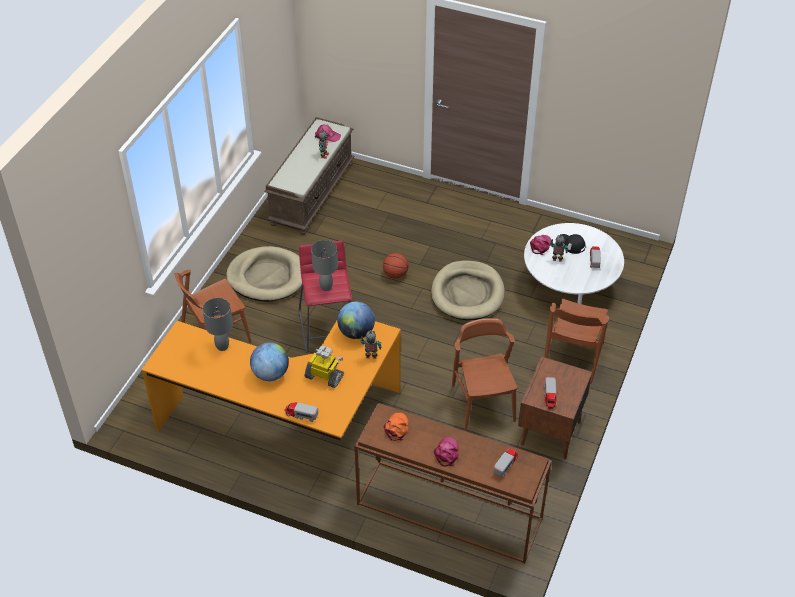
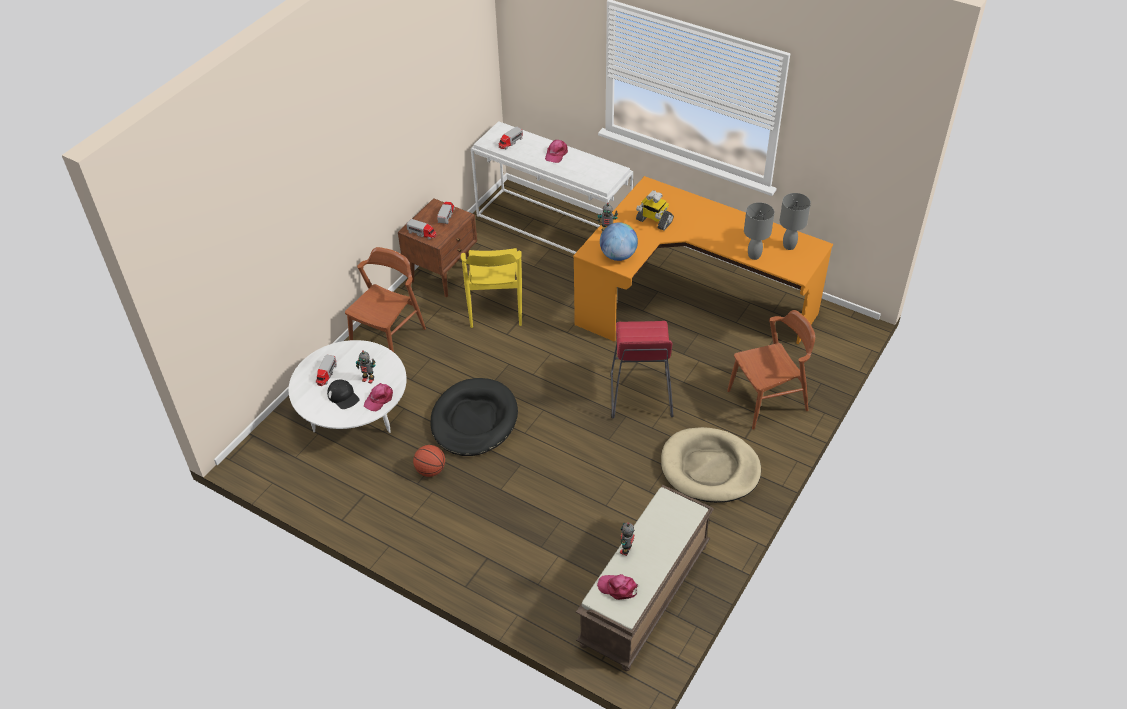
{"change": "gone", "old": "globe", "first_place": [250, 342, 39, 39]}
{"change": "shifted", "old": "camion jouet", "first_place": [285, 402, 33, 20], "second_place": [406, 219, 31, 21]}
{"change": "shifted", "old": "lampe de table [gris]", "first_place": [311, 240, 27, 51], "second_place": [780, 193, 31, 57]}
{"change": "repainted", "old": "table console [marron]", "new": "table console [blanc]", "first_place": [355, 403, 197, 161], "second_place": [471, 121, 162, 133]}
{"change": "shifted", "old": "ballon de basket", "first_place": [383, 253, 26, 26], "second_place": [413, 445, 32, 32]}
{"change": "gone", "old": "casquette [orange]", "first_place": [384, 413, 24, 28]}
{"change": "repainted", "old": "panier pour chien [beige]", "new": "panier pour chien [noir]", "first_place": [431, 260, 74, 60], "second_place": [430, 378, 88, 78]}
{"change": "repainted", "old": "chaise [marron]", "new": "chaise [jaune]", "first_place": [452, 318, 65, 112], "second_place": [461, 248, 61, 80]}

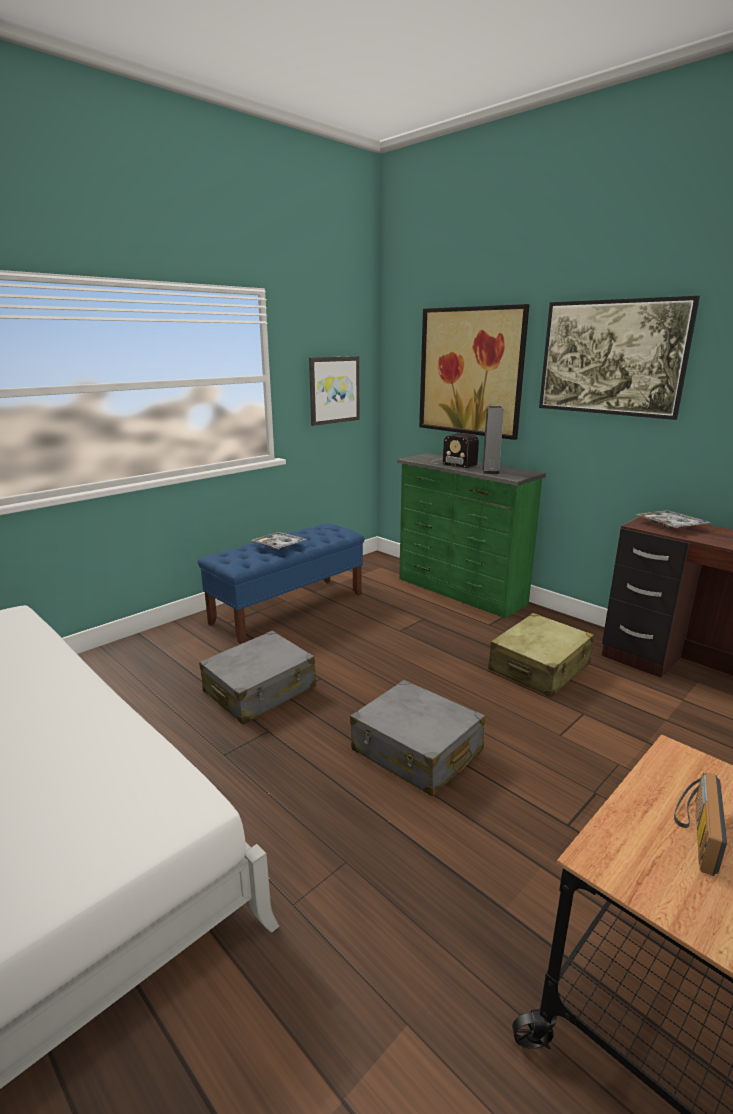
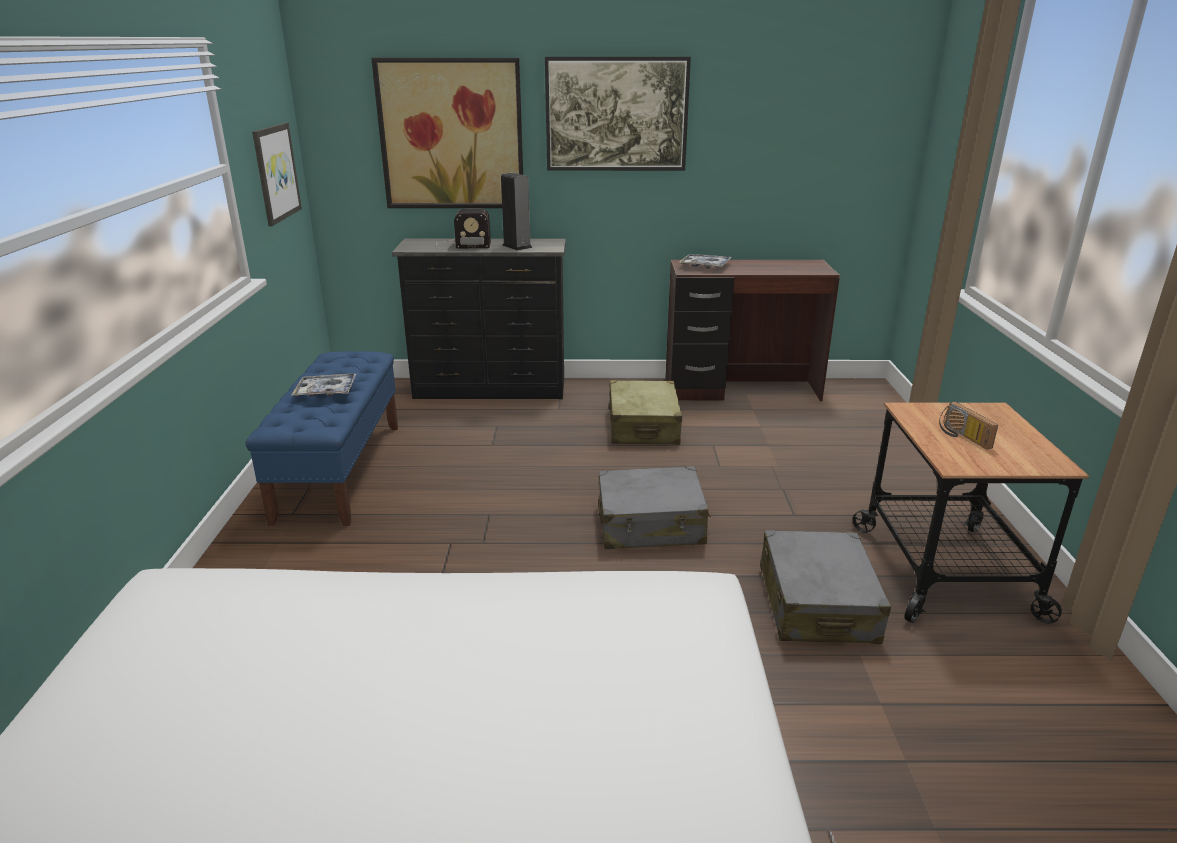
{"change": "shifted", "old": "valise [gris]", "first_place": [199, 631, 117, 93], "second_place": [760, 530, 131, 114]}
{"change": "repainted", "old": "commode [vert]", "new": "commode [noir]", "first_place": [397, 453, 149, 165], "second_place": [392, 239, 174, 160]}

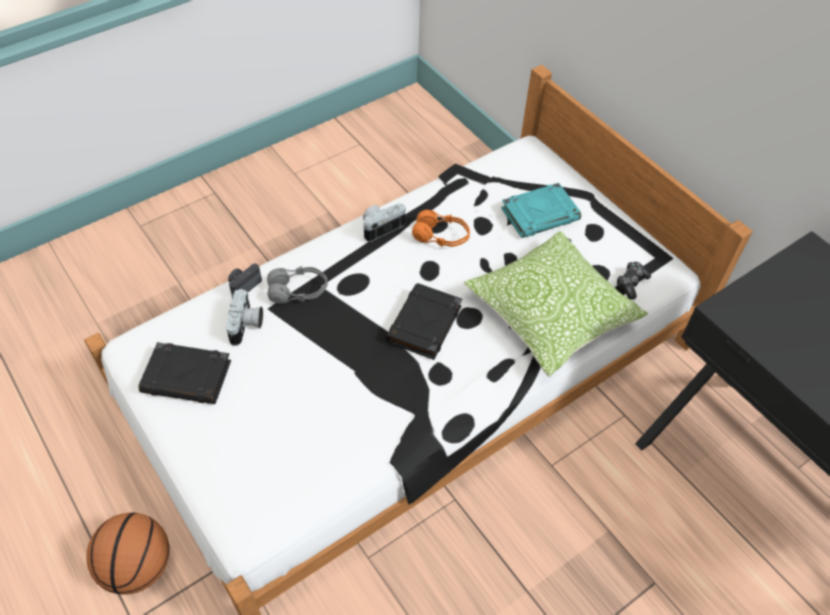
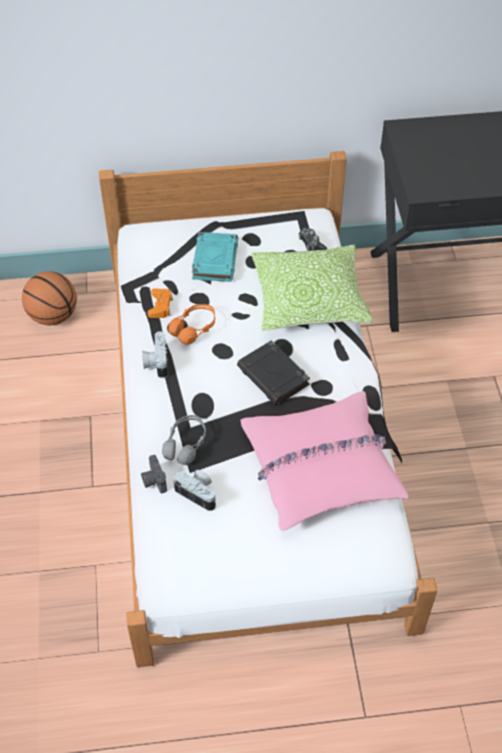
{"change": "shifted", "old": "ballon de basket", "first_place": [86, 513, 84, 81], "second_place": [22, 271, 55, 54]}
{"change": "gone", "old": "livre [noir]", "first_place": [139, 342, 92, 62]}
{"change": "new", "new": "manette [orange]", "second_place": [148, 288, 25, 30]}
{"change": "new", "new": "coussin [rose]", "second_place": [240, 391, 169, 140]}

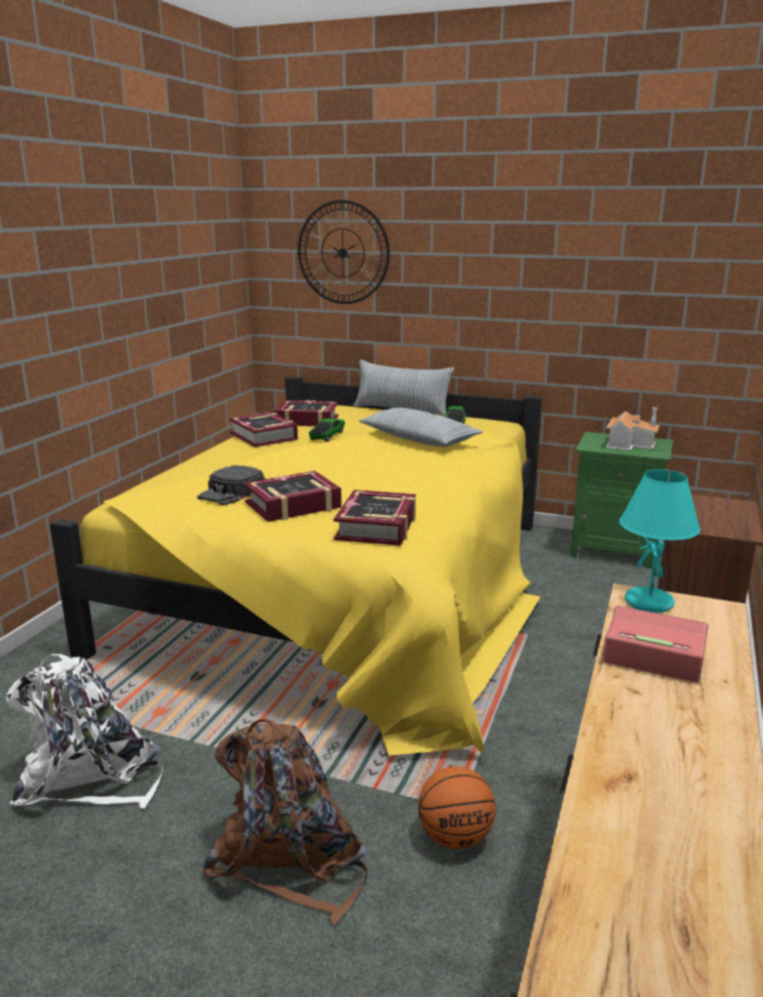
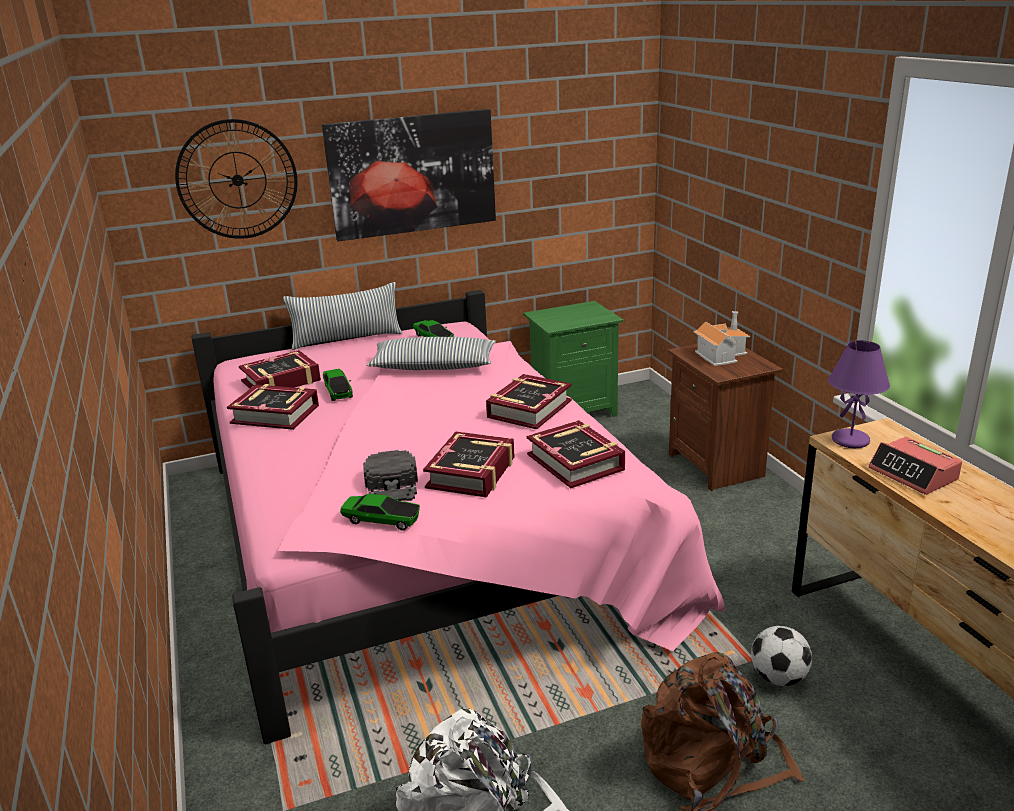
{"change": "repainted", "old": "lit [jaune]", "new": "lit [rose]", "first_place": [50, 376, 492, 380], "second_place": [191, 290, 535, 454]}
{"change": "swapped", "old": "ballon de basket", "new": "ballon de foot", "first_place": [418, 766, 78, 83], "second_place": [751, 626, 61, 60]}
{"change": "rotated", "old": "réveil", "first_place": [603, 606, 106, 77], "second_place": [869, 437, 93, 58], "degrees": -105}
{"change": "shifted", "old": "maison miniature", "first_place": [606, 407, 54, 44], "second_place": [693, 311, 57, 55]}
{"change": "repainted", "old": "lampe de table [turquoise]", "new": "lampe de table [violet]", "first_place": [619, 469, 81, 144], "second_place": [828, 340, 62, 108]}
{"change": "new", "new": "tableau", "second_place": [322, 109, 174, 132]}
{"change": "new", "new": "petite voiture", "second_place": [340, 494, 80, 37]}
{"change": "new", "new": "livre", "second_place": [486, 374, 86, 55]}

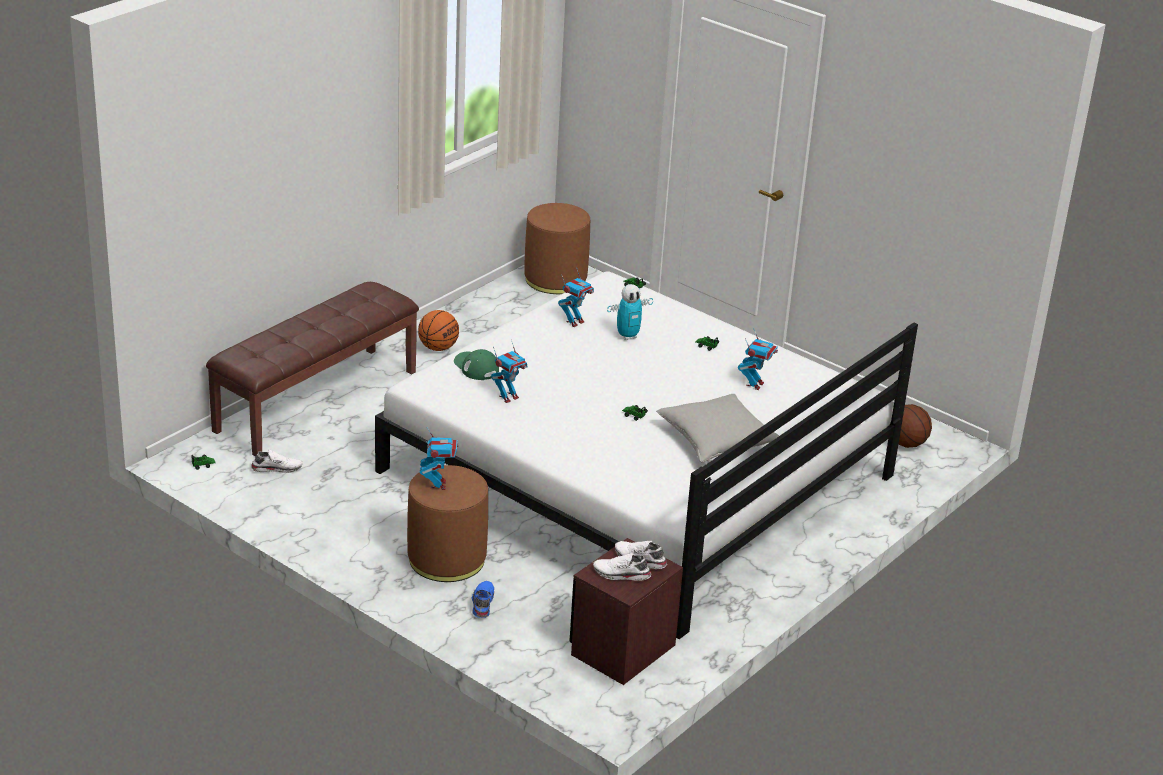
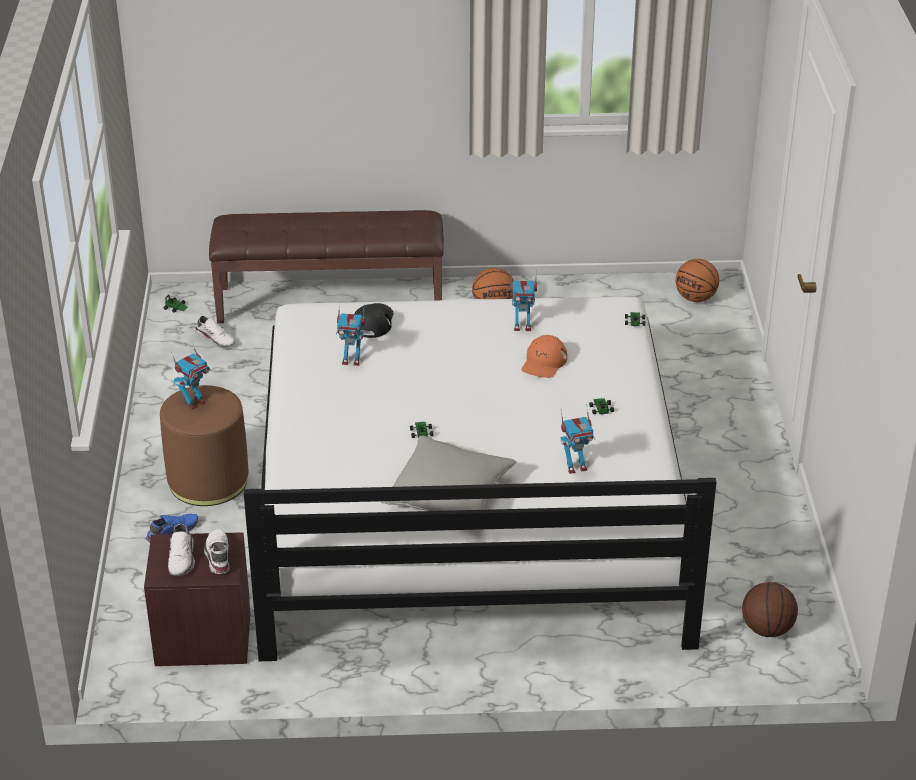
{"change": "repainted", "old": "casquette [vert]", "new": "casquette [noir]", "first_place": [454, 349, 45, 31], "second_place": [355, 303, 38, 35]}
{"change": "swapped", "old": "pouf [marron]", "new": "ballon de basket", "first_place": [524, 203, 66, 91], "second_place": [676, 259, 43, 43]}
{"change": "rotated", "old": "chaussure [blanc]", "first_place": [593, 553, 58, 28], "second_place": [168, 524, 27, 52], "degrees": -150}
{"change": "swapped", "old": "robot jouet", "new": "casquette [orange]", "first_place": [607, 284, 46, 56], "second_place": [521, 335, 46, 43]}

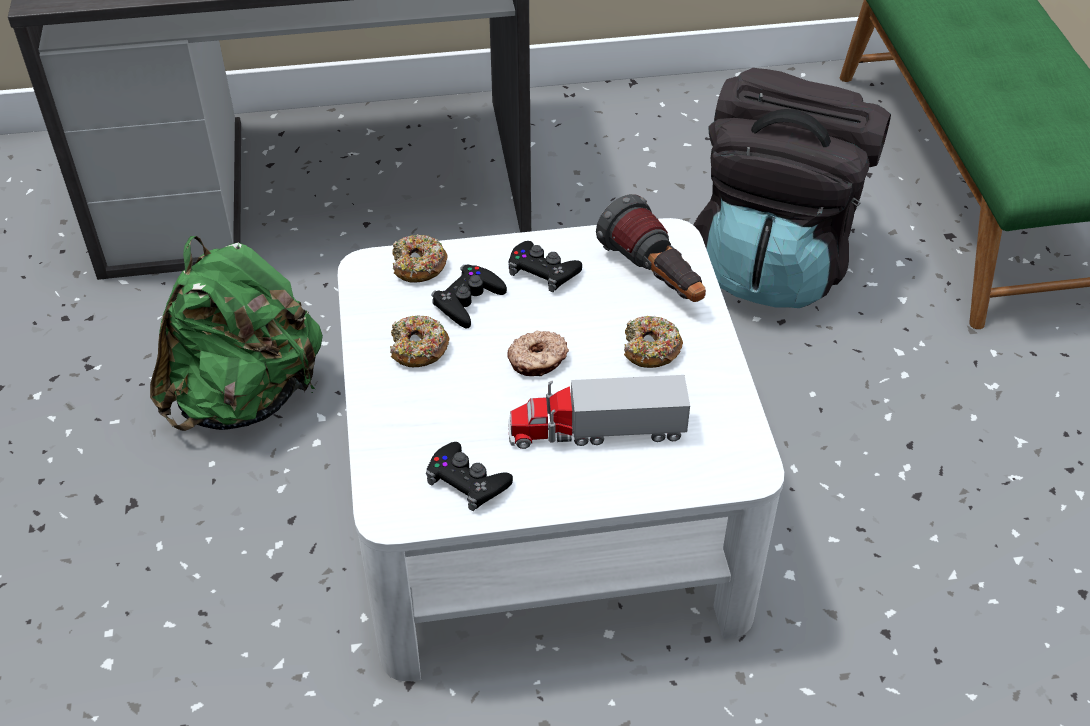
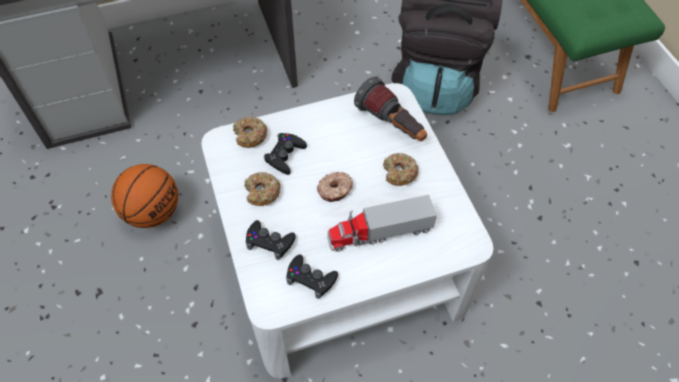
{"change": "swapped", "old": "sac à dos [vert]", "new": "ballon de basket", "first_place": [150, 236, 173, 195], "second_place": [111, 164, 67, 64]}
{"change": "shifted", "old": "manette [noir]", "first_place": [508, 241, 74, 51], "second_place": [246, 220, 50, 40]}

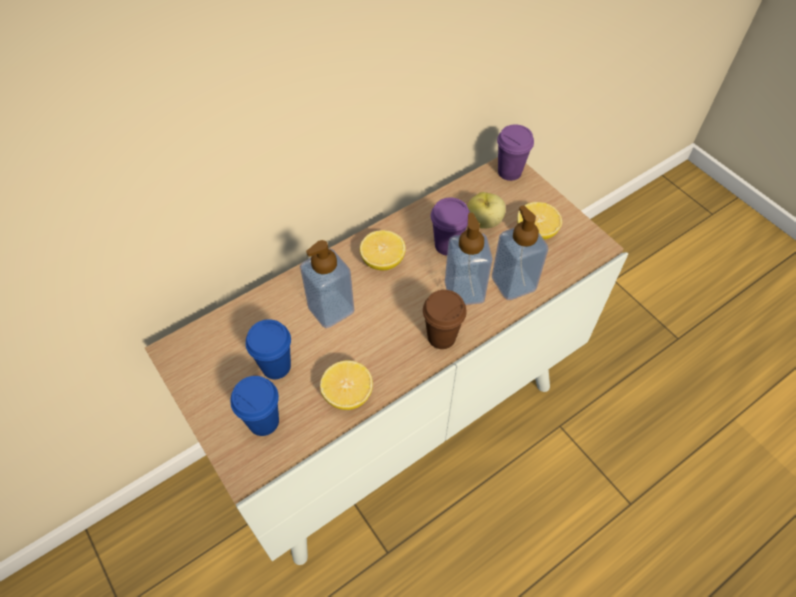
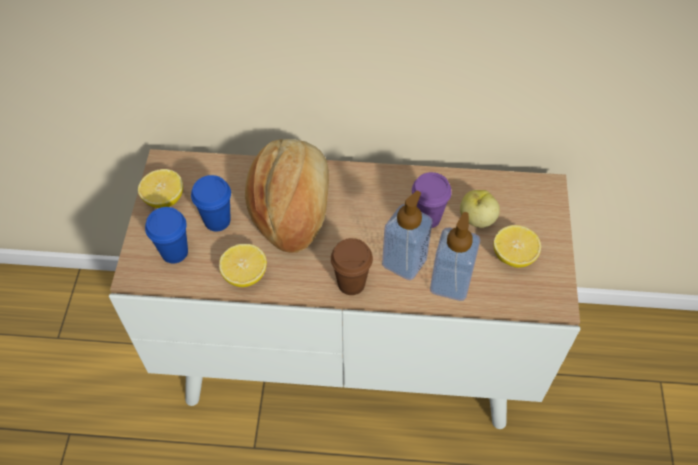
{"change": "swapped", "old": "distributeur de savon", "new": "pain", "first_place": [300, 240, 54, 88], "second_place": [245, 139, 84, 114]}
{"change": "shifted", "old": "citron", "first_place": [360, 230, 46, 40], "second_place": [138, 169, 45, 39]}
{"change": "gone", "old": "tasse [violet]", "first_place": [497, 124, 37, 57]}

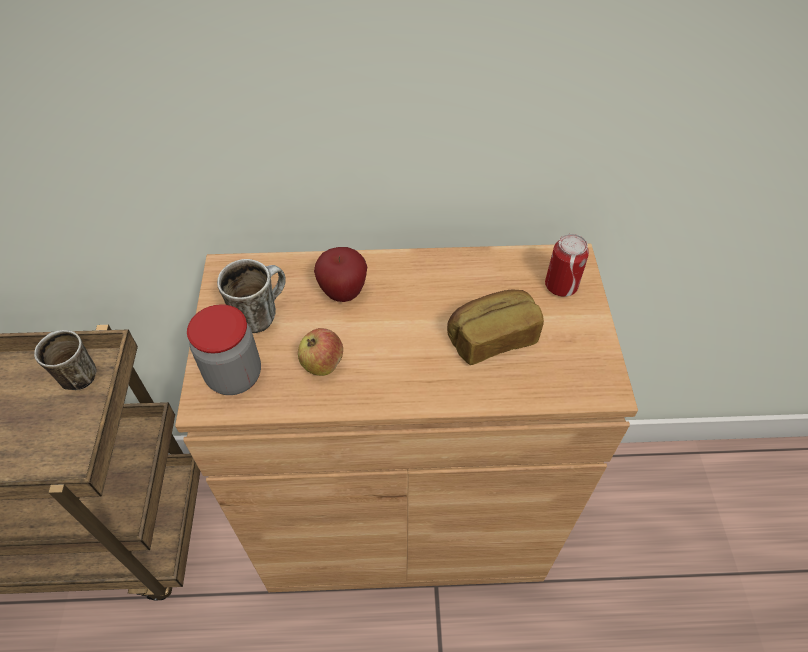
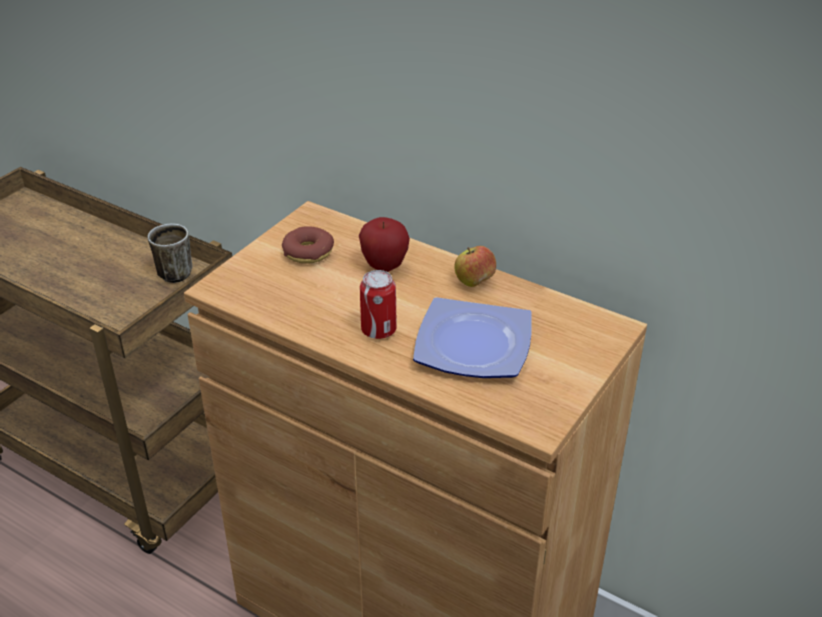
{"change": "gone", "old": "bocal", "first_place": [187, 304, 74, 91]}
{"change": "swapped", "old": "mug", "new": "beignet", "first_place": [217, 259, 68, 74], "second_place": [282, 226, 52, 38]}
{"change": "shifted", "old": "pomme", "first_place": [298, 328, 45, 48], "second_place": [454, 246, 42, 41]}
{"change": "swapped", "old": "pain", "new": "assiette", "first_place": [447, 289, 97, 76], "second_place": [413, 297, 119, 81]}
{"change": "shifted", "old": "boîte métallique", "first_place": [545, 234, 44, 63], "second_place": [360, 270, 37, 69]}

